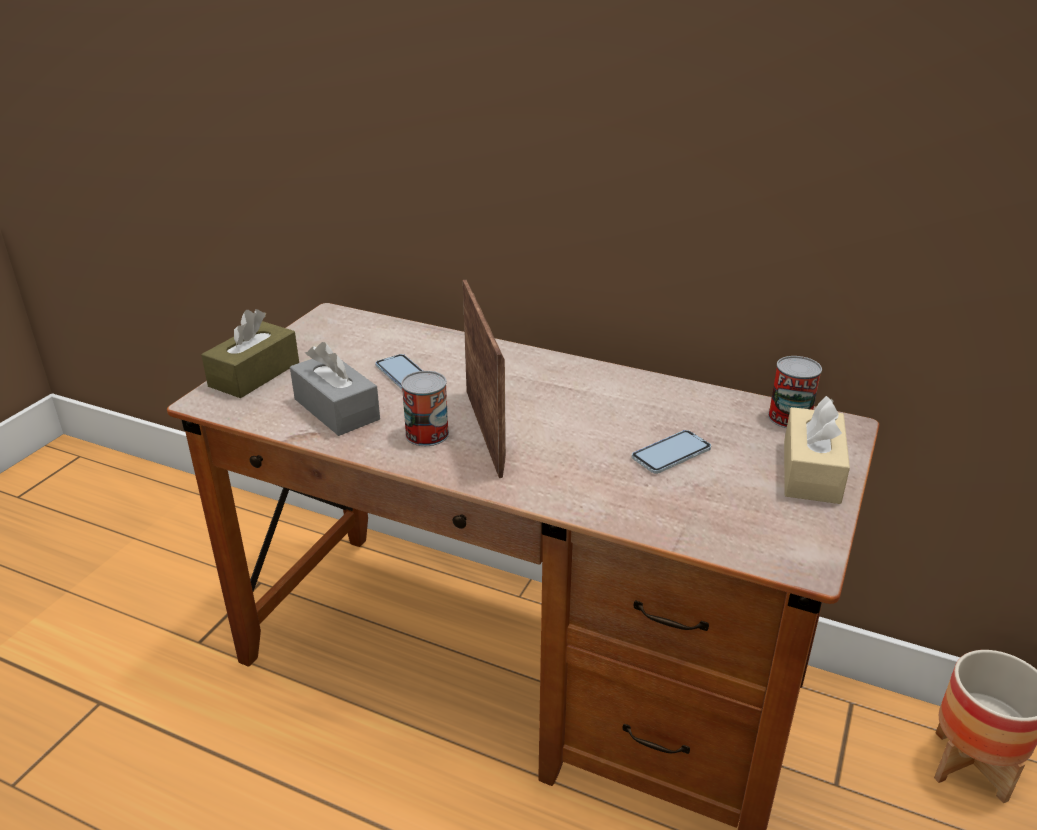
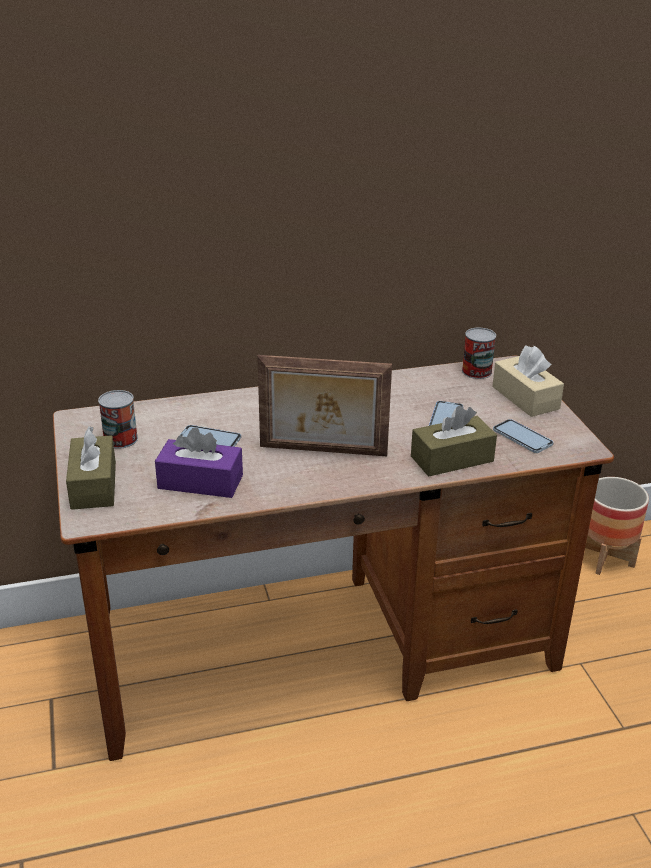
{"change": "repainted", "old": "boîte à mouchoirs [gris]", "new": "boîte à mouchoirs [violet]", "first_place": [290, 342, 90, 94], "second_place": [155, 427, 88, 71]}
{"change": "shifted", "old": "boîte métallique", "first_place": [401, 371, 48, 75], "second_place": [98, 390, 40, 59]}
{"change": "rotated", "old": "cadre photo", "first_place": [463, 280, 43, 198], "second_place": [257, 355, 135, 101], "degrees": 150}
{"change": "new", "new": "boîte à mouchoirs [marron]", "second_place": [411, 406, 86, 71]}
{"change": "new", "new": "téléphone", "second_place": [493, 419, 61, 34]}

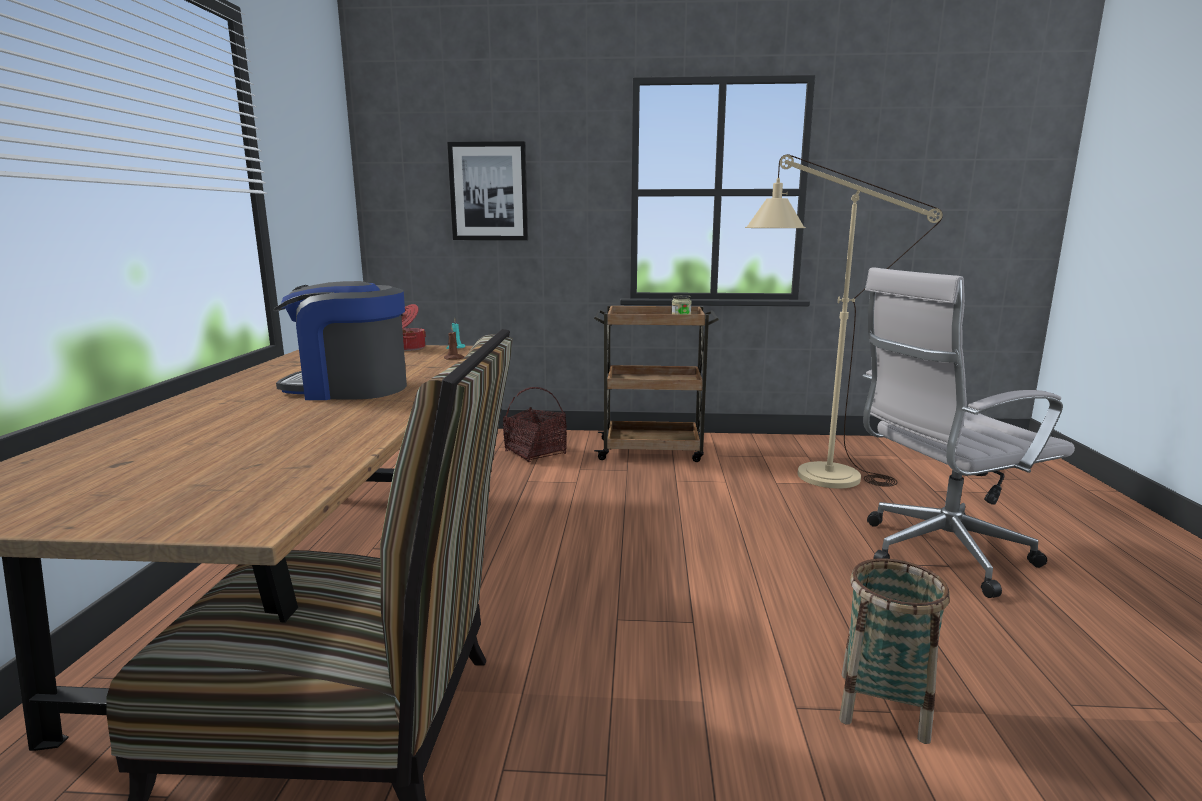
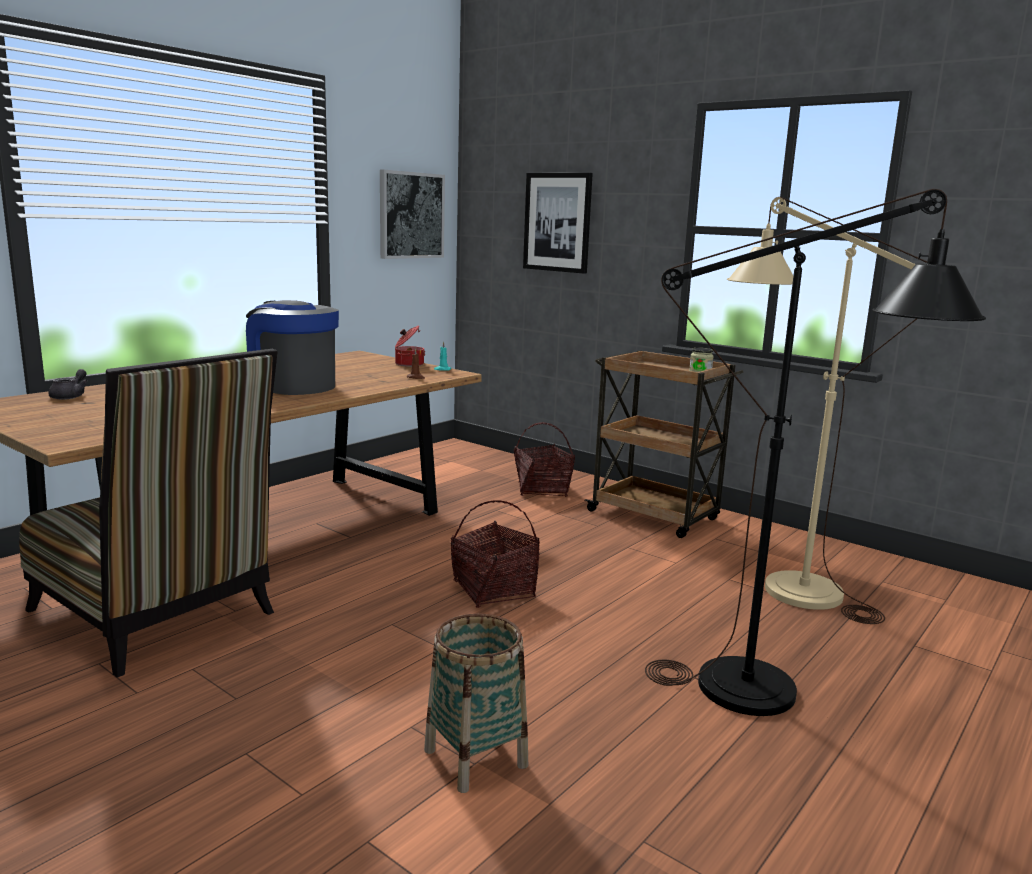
{"change": "swapped", "old": "chaise de bureau [blanc]", "new": "lampadaire [noir]", "first_place": [863, 267, 212, 331], "second_place": [645, 189, 341, 527]}
{"change": "new", "new": "théière [gris]", "second_place": [48, 369, 40, 31]}
{"change": "new", "new": "tableau", "second_place": [380, 170, 65, 89]}
{"change": "new", "new": "panier", "second_place": [451, 501, 89, 107]}

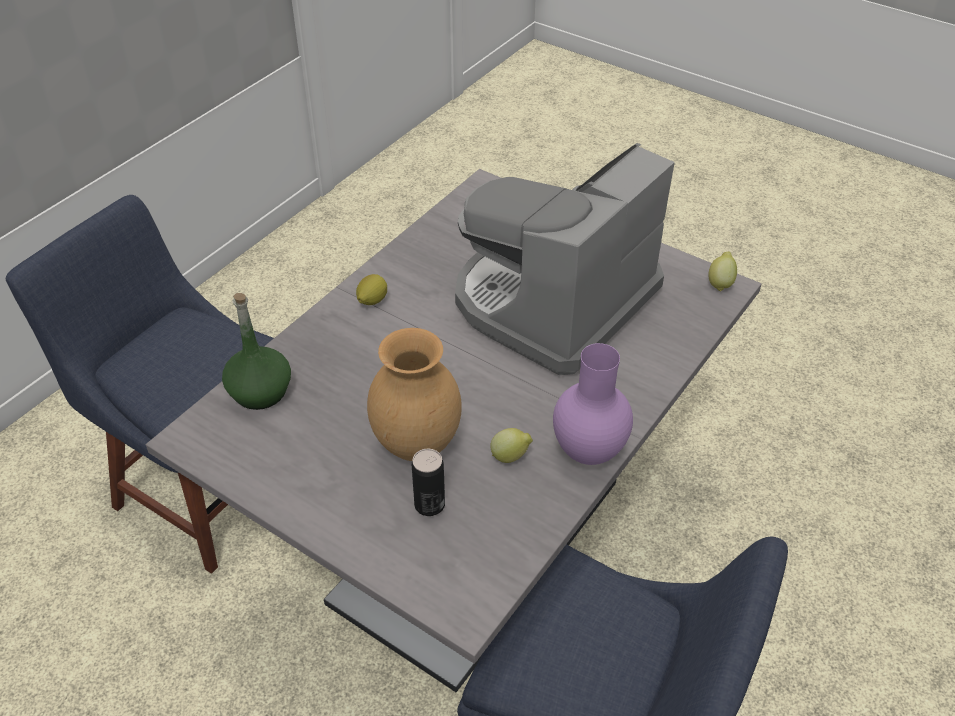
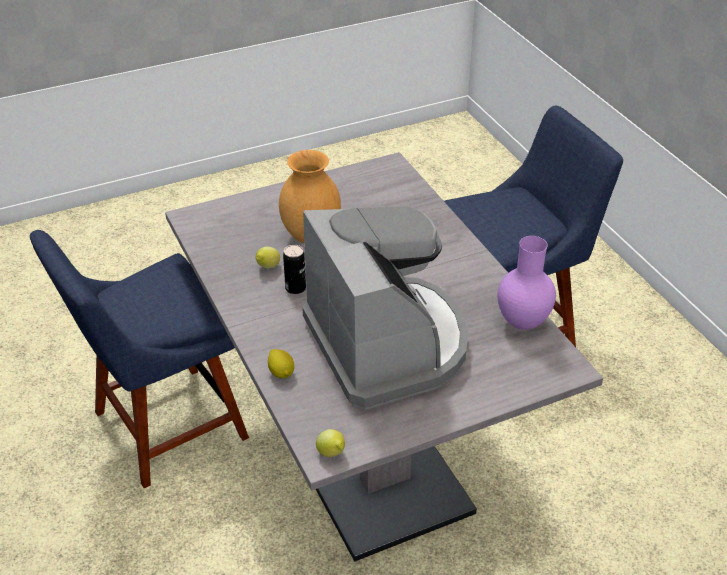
{"change": "gone", "old": "bouteille [vert]", "first_place": [222, 293, 69, 117]}
{"change": "shifted", "old": "citron", "first_place": [356, 274, 31, 31], "second_place": [268, 349, 26, 29]}
{"change": "shifted", "old": "boîte métallique", "first_place": [412, 449, 33, 67], "second_place": [283, 245, 23, 49]}
{"change": "shifted", "old": "vase [violet]", "first_place": [553, 343, 80, 122], "second_place": [497, 236, 59, 94]}

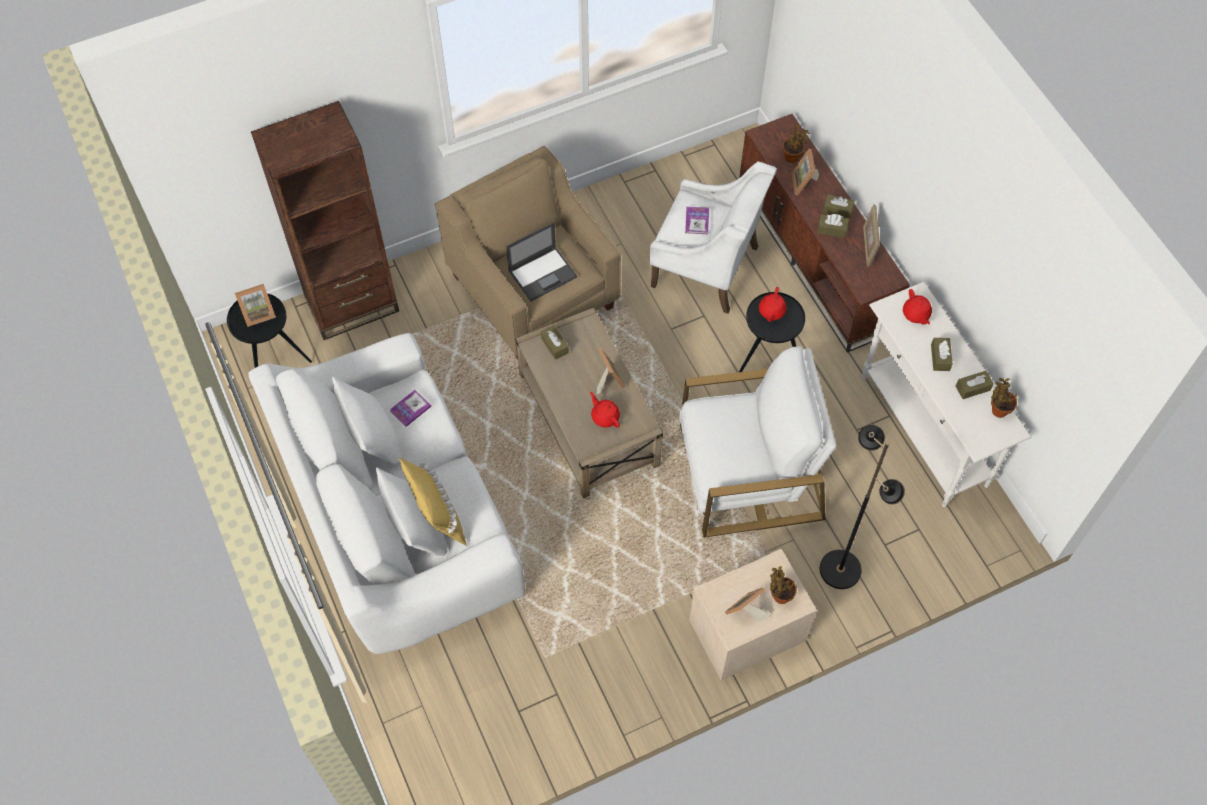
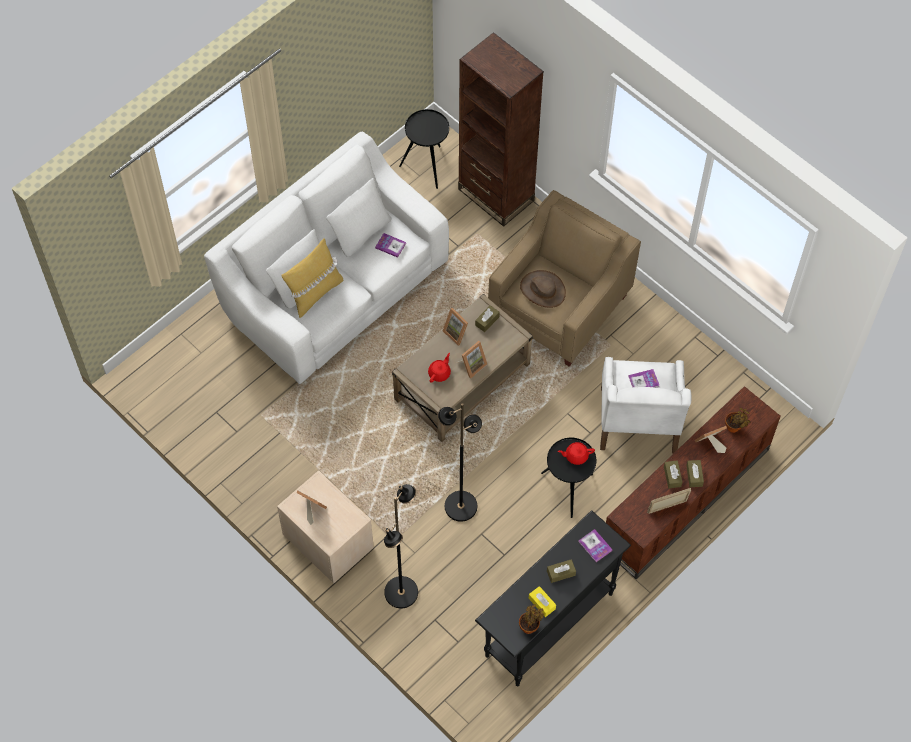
{"change": "shifted", "old": "cadre photo", "first_place": [235, 284, 41, 43], "second_place": [443, 308, 25, 38]}
{"change": "swapped", "old": "ordinateur portable", "new": "chapeau [marron]", "first_place": [506, 222, 71, 79], "second_place": [520, 270, 46, 38]}
{"change": "swapped", "old": "fauteuil [blanc]", "new": "lampadaire [noir]", "first_place": [679, 346, 157, 192], "second_place": [437, 403, 45, 119]}
{"change": "gone", "old": "plante en pot", "first_place": [770, 566, 27, 38]}
{"change": "repainted", "old": "table console [blanc]", "new": "table console [noir]", "first_place": [861, 282, 170, 225], "second_place": [475, 510, 156, 176]}
{"change": "swapped", "old": "théière [rouge]", "new": "livre", "first_place": [903, 289, 29, 36], "second_place": [579, 529, 33, 33]}
{"change": "repainted", "old": "boîte à mouchoirs [marron]", "new": "boîte à mouchoirs [jaune]", "first_place": [956, 371, 38, 28], "second_place": [529, 586, 27, 31]}

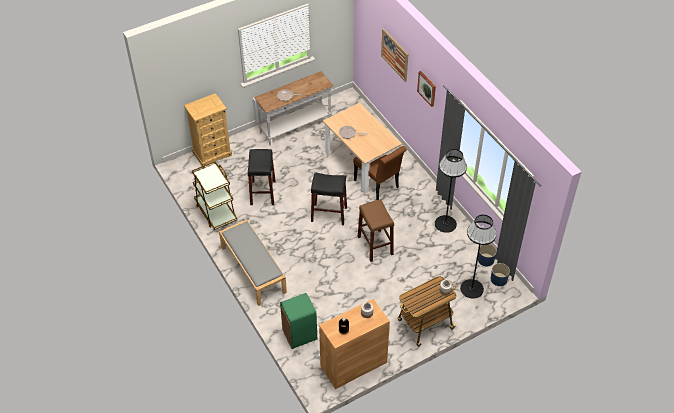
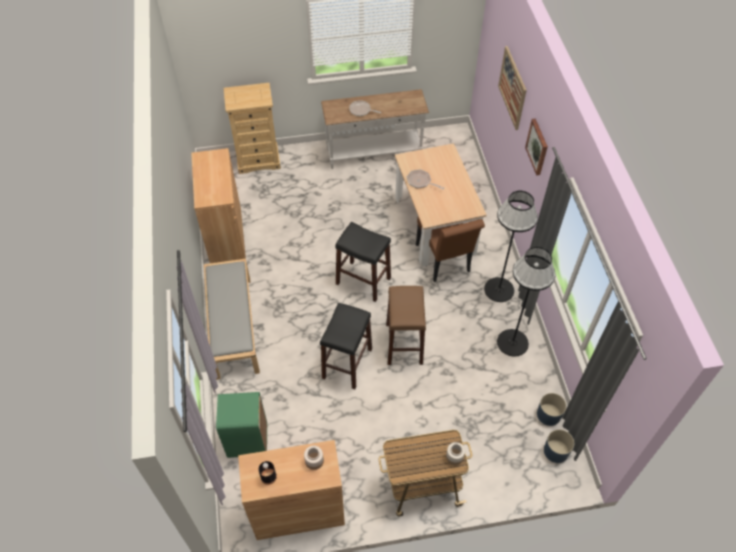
{"change": "swapped", "old": "chariot [marron]", "new": "meuble de rangement [marron]", "first_place": [192, 161, 45, 69], "second_place": [191, 148, 55, 115]}
{"change": "shifted", "old": "tabouret [noir]", "first_place": [248, 149, 28, 56], "second_place": [320, 303, 52, 86]}
{"change": "shifted", "old": "lampadaire [noir]", "first_place": [460, 215, 37, 83], "second_place": [484, 191, 54, 111]}

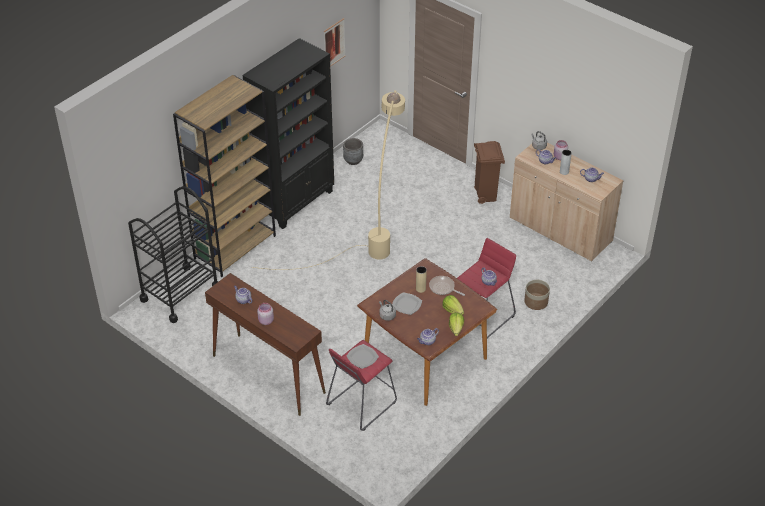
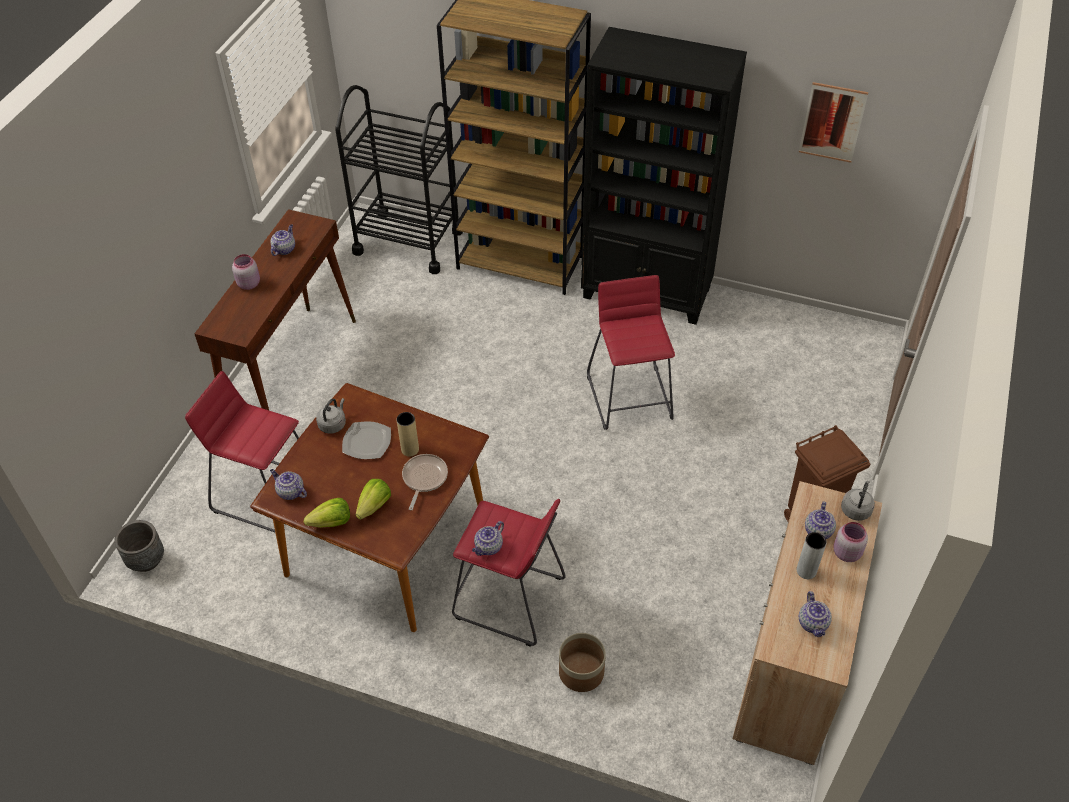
{"change": "swapped", "old": "lampadaire [beige]", "new": "tabouret [rouge]", "first_place": [252, 90, 153, 180], "second_place": [587, 275, 88, 155]}
{"change": "shifted", "old": "cache-pot [gris]", "first_place": [343, 138, 20, 27], "second_place": [114, 520, 50, 52]}
{"change": "gone", "old": "assiette", "first_place": [347, 344, 32, 25]}

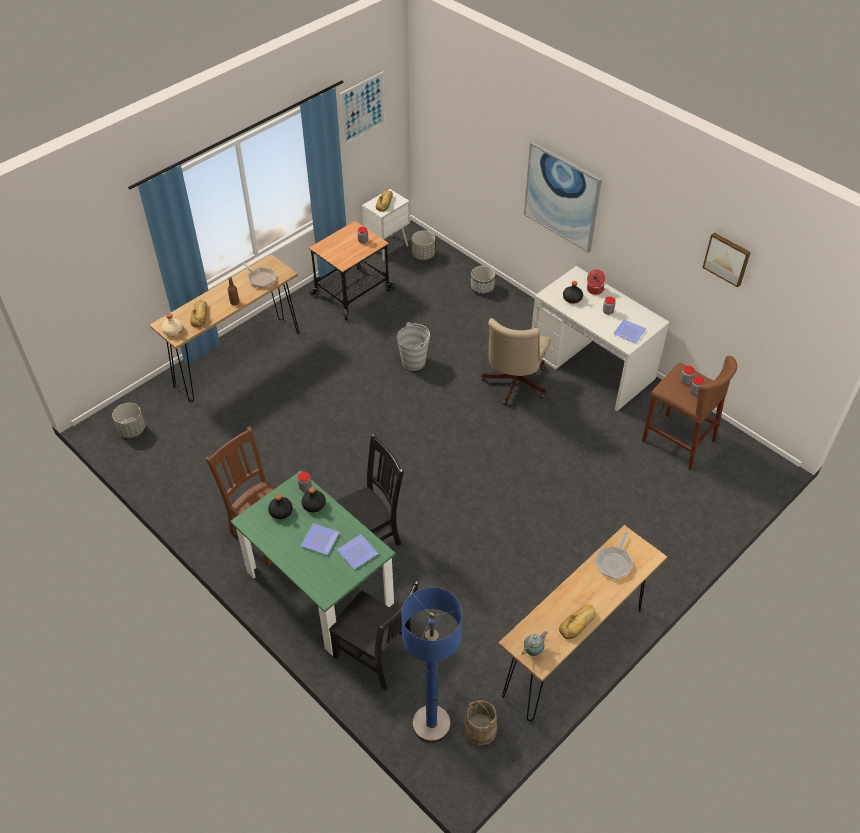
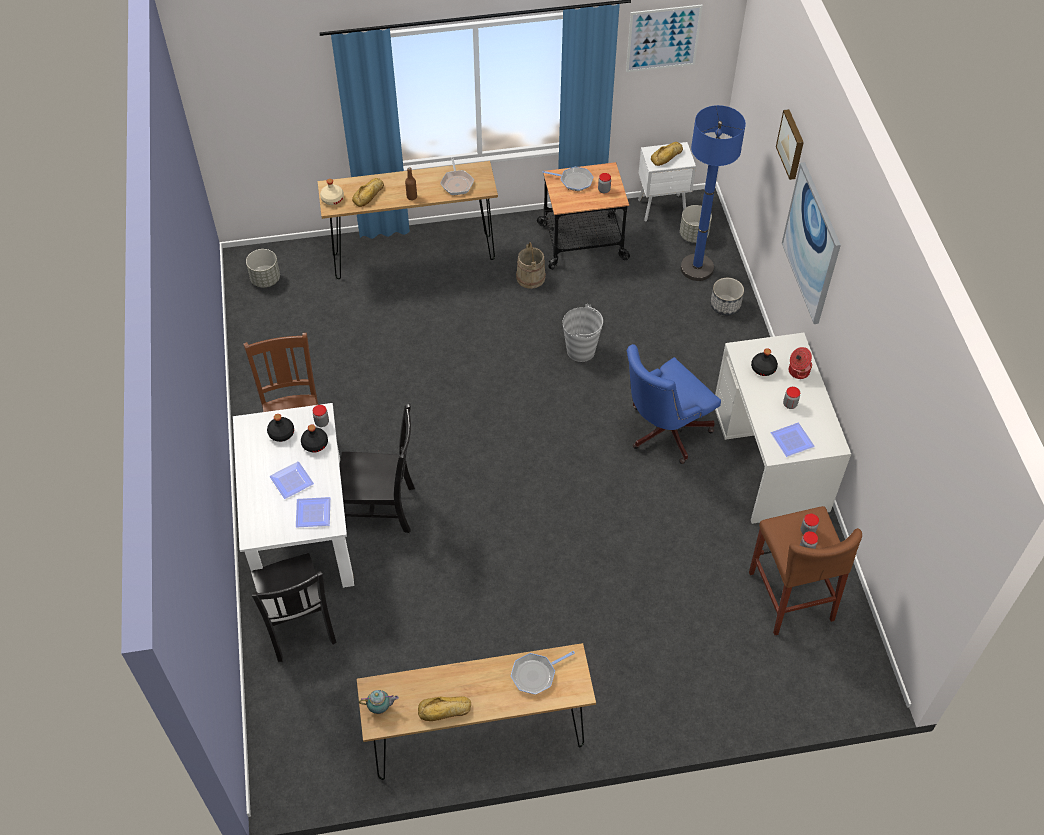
{"change": "repainted", "old": "table à manger [vert]", "new": "table à manger [blanc]", "first_place": [230, 471, 166, 185], "second_place": [233, 403, 121, 185]}
{"change": "shifted", "old": "lampadaire [bleu]", "first_place": [401, 587, 61, 156], "second_place": [680, 105, 66, 176]}
{"change": "shifted", "old": "seau [beige]", "first_place": [464, 700, 33, 46], "second_place": [516, 242, 30, 47]}
{"change": "repainted", "old": "chaise de bureau [beige]", "new": "chaise de bureau [bleu]", "first_place": [481, 318, 70, 87], "second_place": [627, 344, 94, 120]}
{"change": "shifted", "old": "tableau", "first_place": [702, 233, 49, 54], "second_place": [776, 109, 28, 71]}
{"change": "new", "new": "poêle", "second_place": [542, 167, 51, 24]}

